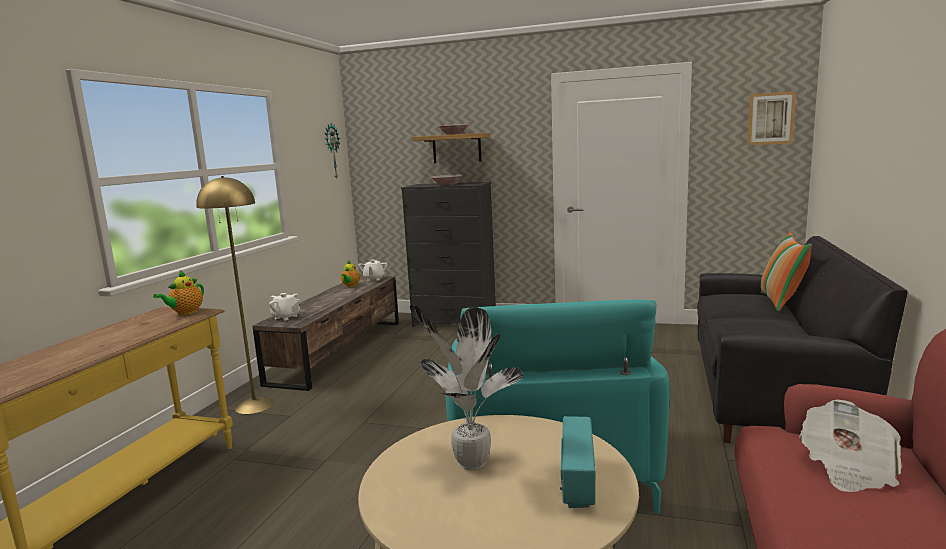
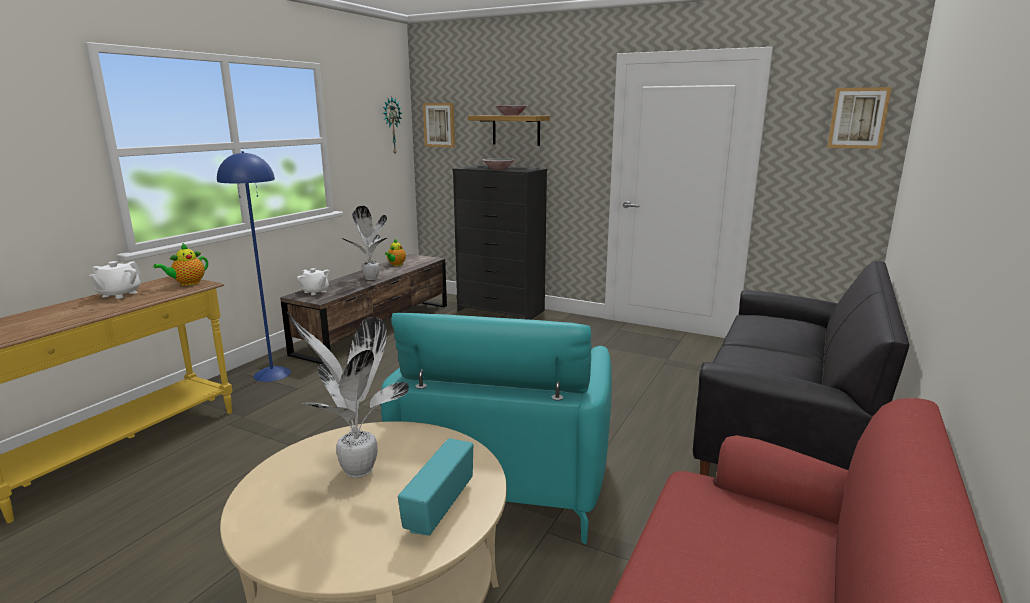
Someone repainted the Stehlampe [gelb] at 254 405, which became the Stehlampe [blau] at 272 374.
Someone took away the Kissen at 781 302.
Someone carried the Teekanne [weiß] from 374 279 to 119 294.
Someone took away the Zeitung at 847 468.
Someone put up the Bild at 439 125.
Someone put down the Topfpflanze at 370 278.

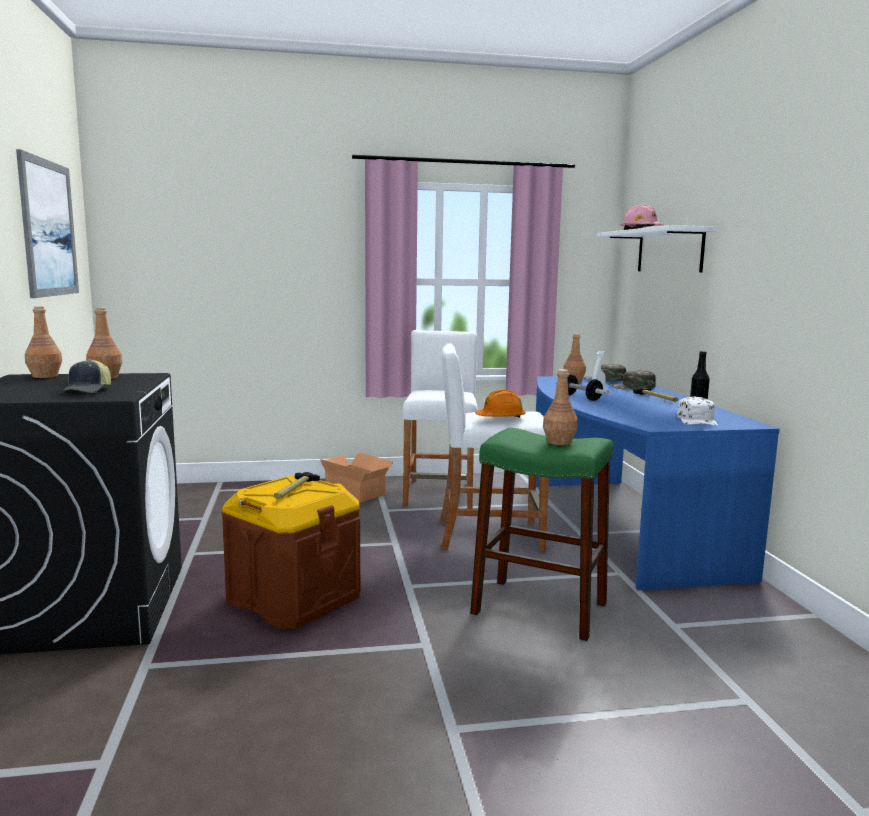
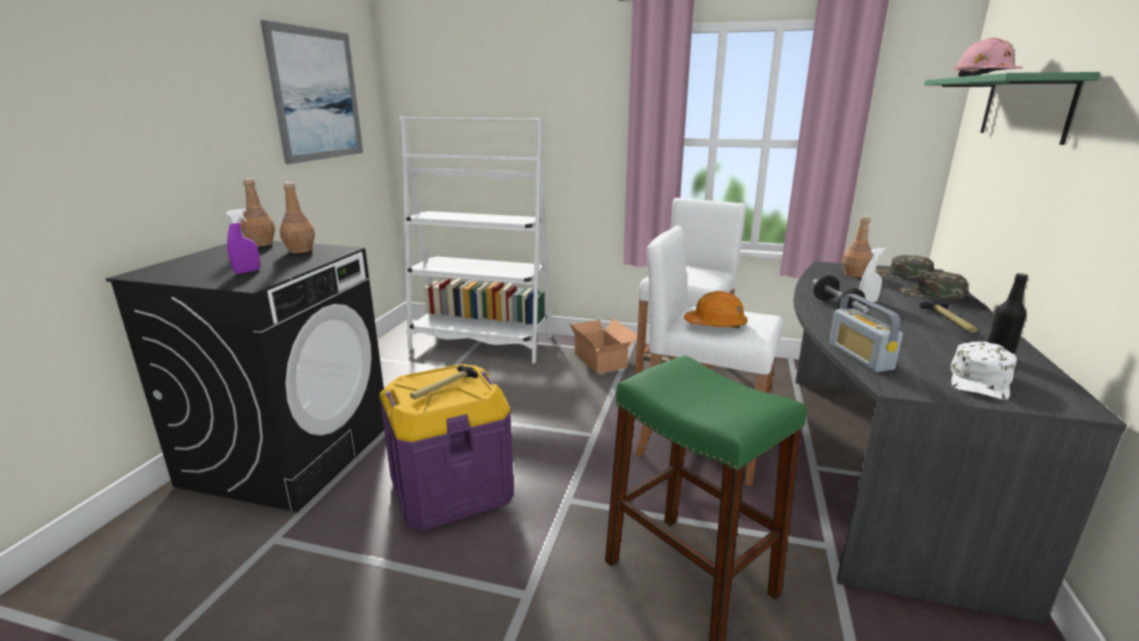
Someone repainted the Wandregal [weiß] at 669 251, which became the Wandregal [grün] at 1025 107.
Someone swapped the Kappe at 88 391 for the Sprühflasche [lila] at 247 271.
Someone took away the Flasche [braun] at 559 442.
Someone repainted the Schreibtisch [blau] at 618 526, which became the Schreibtisch [grau] at 871 464.
Someone repainted the Aufbewahrungsbox [braun] at 293 598, which became the Aufbewahrungsbox [lila] at 450 487.
Someone put down the Bücherregal [weiß] at 482 343.
Someone put down the Radio at 860 356.

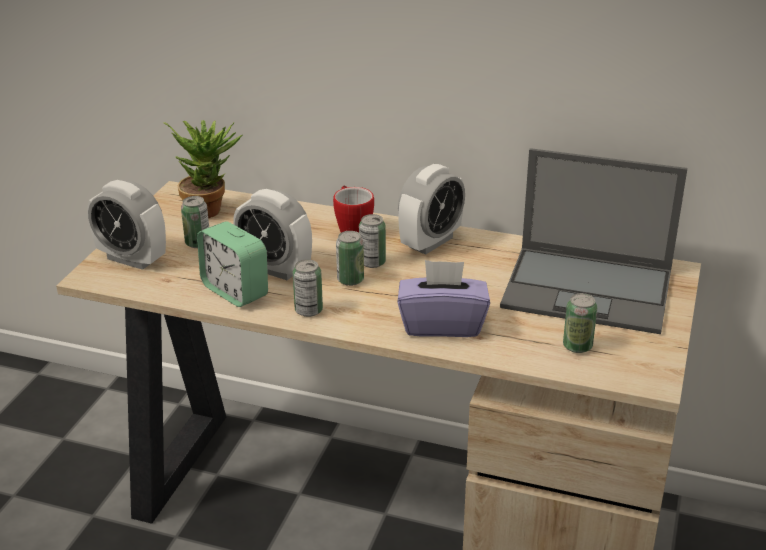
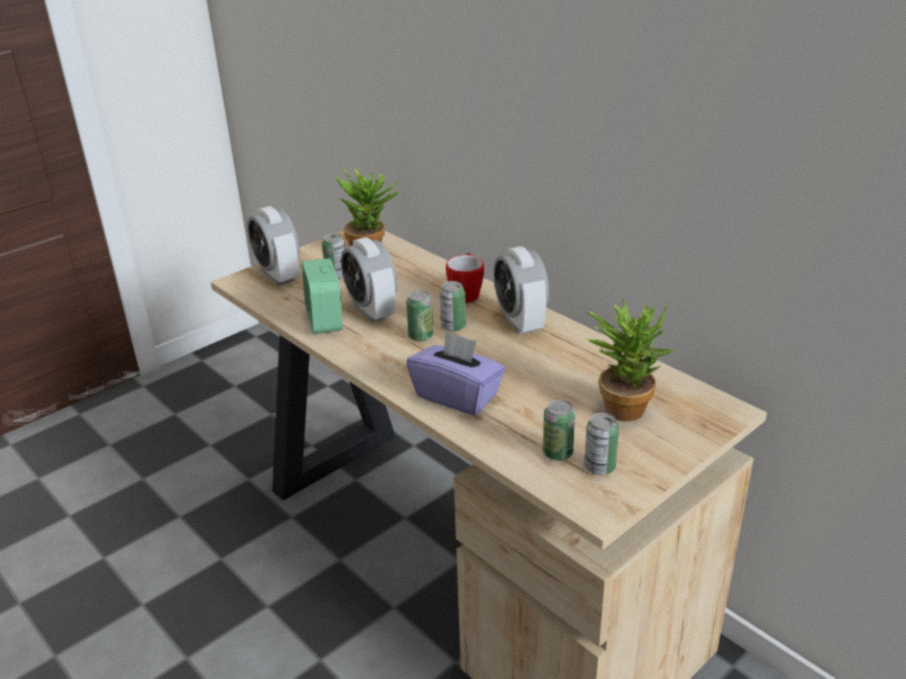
Someone swapped the Laptop at 589 289 for the Topfpflanze at 623 405.
Someone rotated the Wecker at 430 242 by 90 degrees clockwise.
Someone carried the Dose from 308 310 to 599 467.

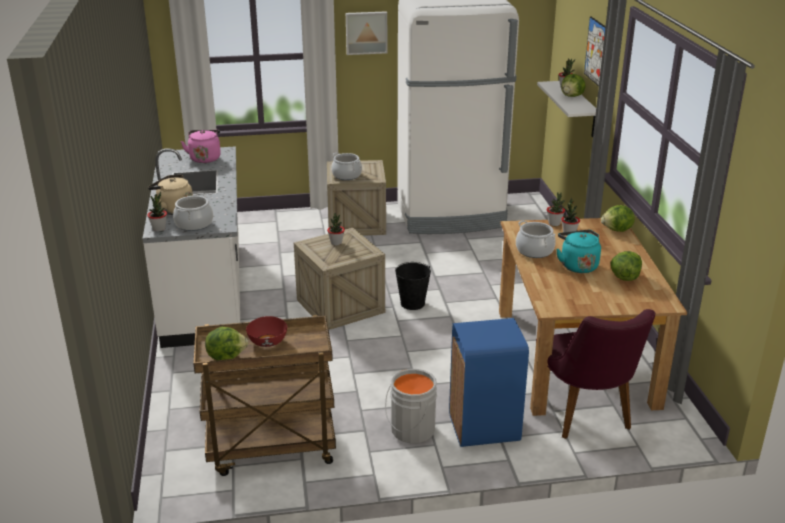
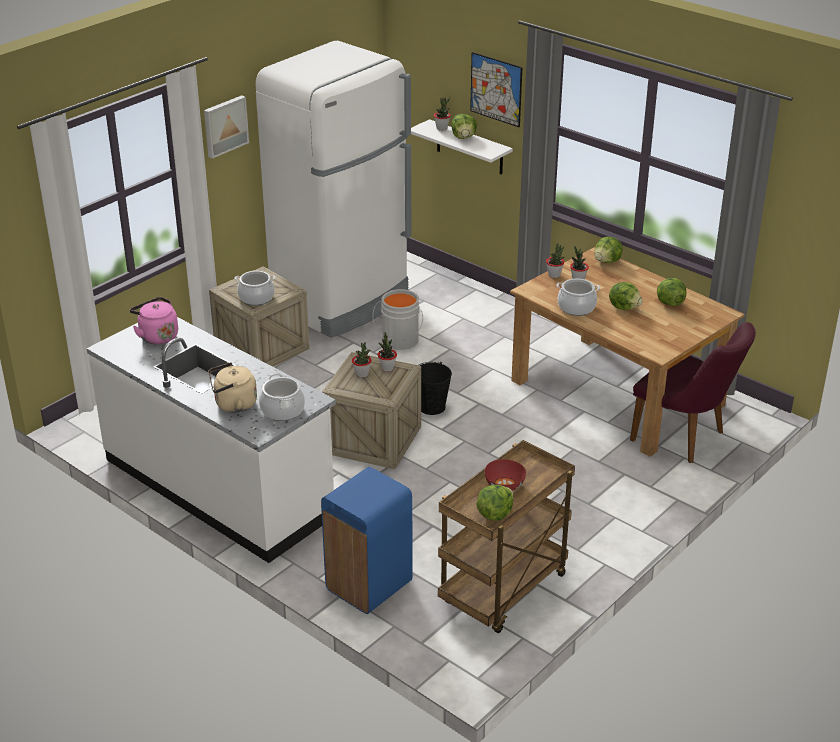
Someone carried the Topfpflanze from 159 228 to 387 368.
Someone swapped the Wasserkessel [türkis] at 577 265 for the Salatkopf at 624 307.
Someone carried the Mülleimer [blau] from 484 428 to 370 585.
Someone carried the Eimer [grau] from 410 430 to 399 341.

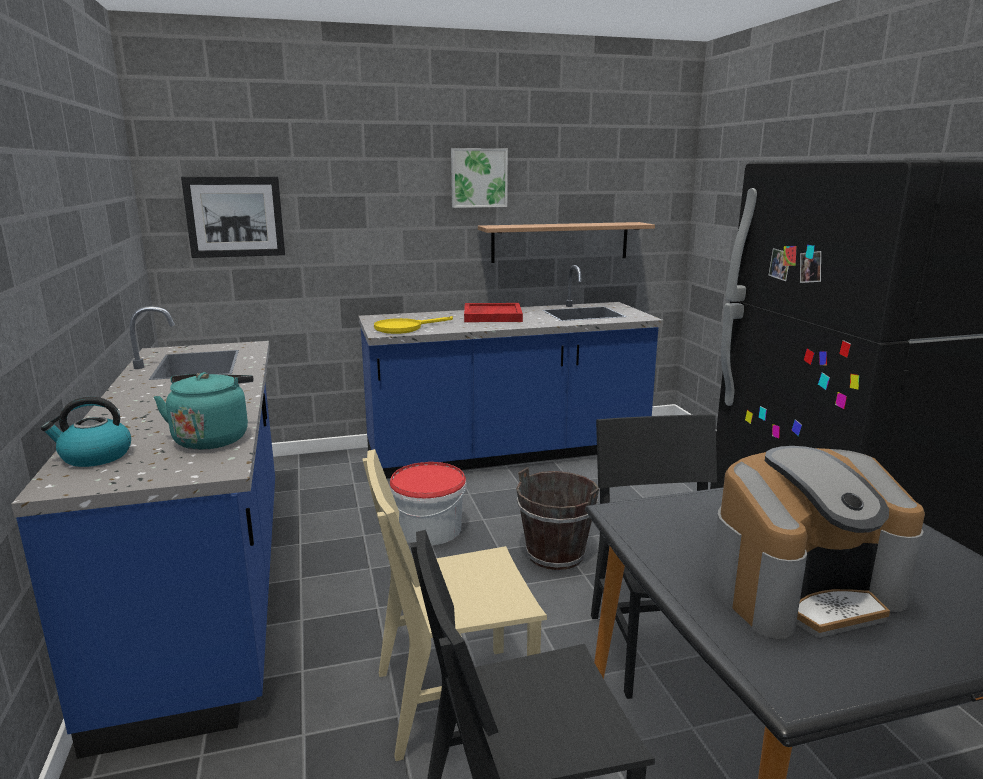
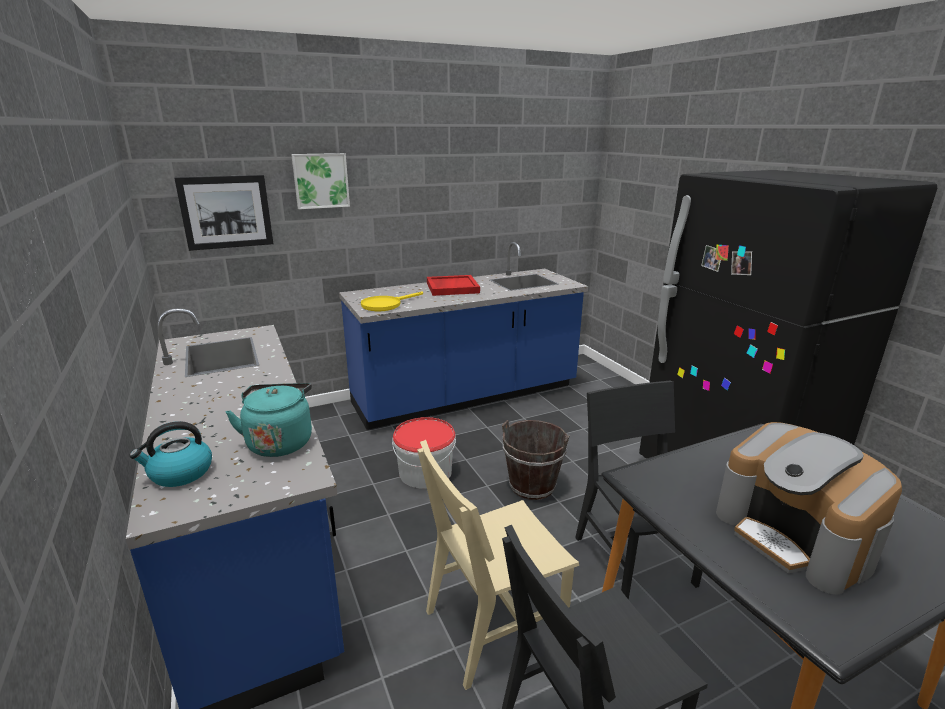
Someone carried the Bild from 478 178 to 321 180.
Someone took away the Wandregal at 560 242.
Someone rotated the Kaffeemaschine at 802 589 by 90 degrees clockwise.

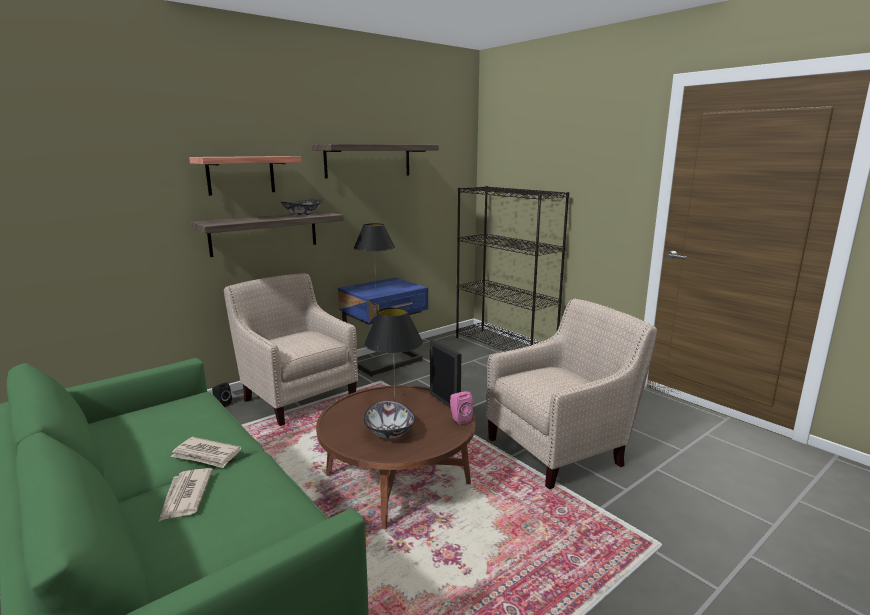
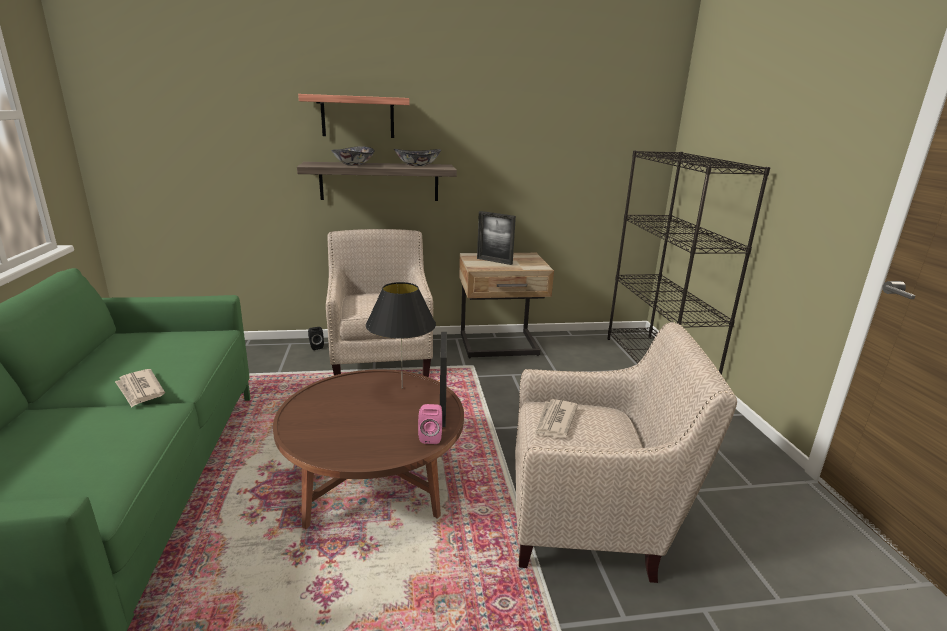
Someone took away the Wandregal at 368 160.
Someone swapped the Tischlampe [schwarz] at 375 289 for the Bilderrahmen at 494 261.
Someone repainted the Nachttisch [blau] at 385 362, which became the Nachttisch [beige] at 500 346.
Someone carried the Schüssel from 390 432 to 354 164.
Someone carried the Zeitung from 185 496 to 555 421.

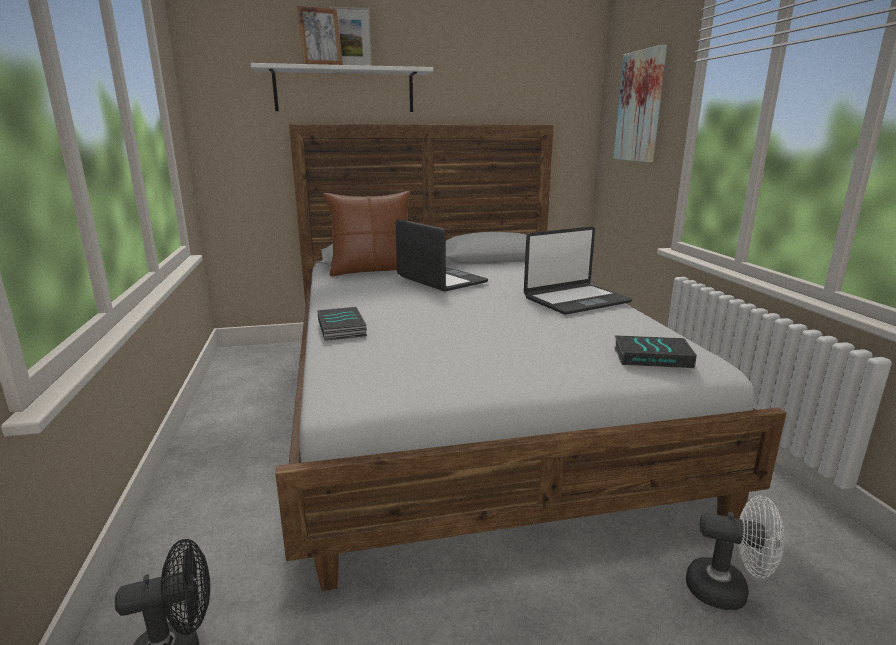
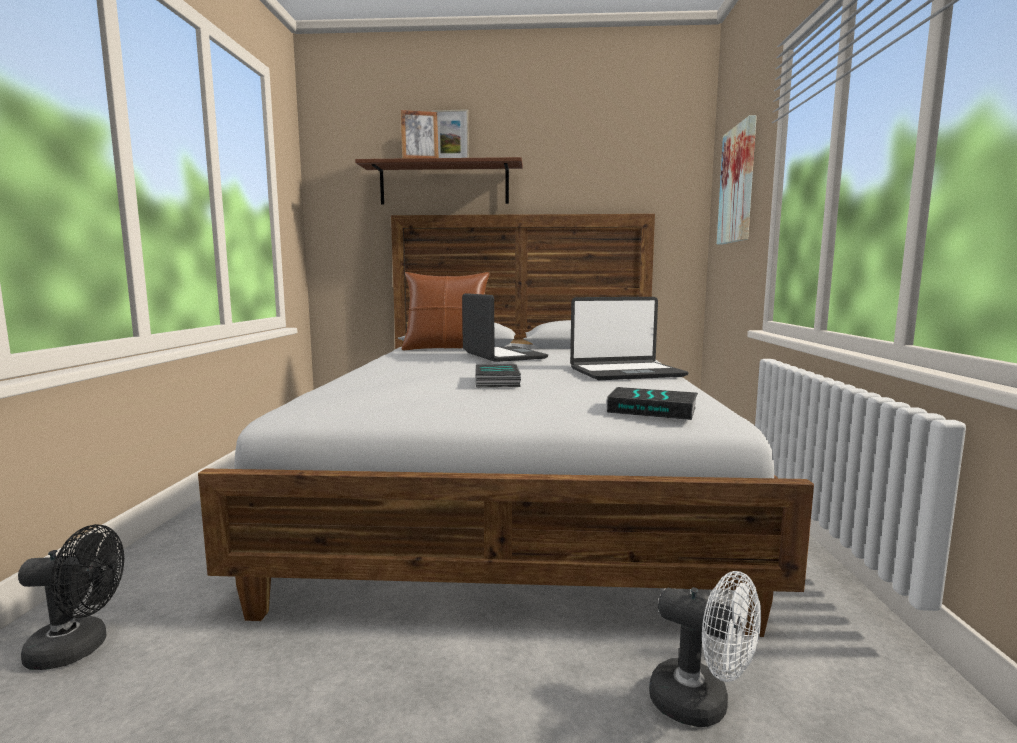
Someone repainted the Wandregal [weiß] at 344 90, which became the Wandregal [braun] at 444 185.
Someone carried the Buch from 343 328 to 498 381.

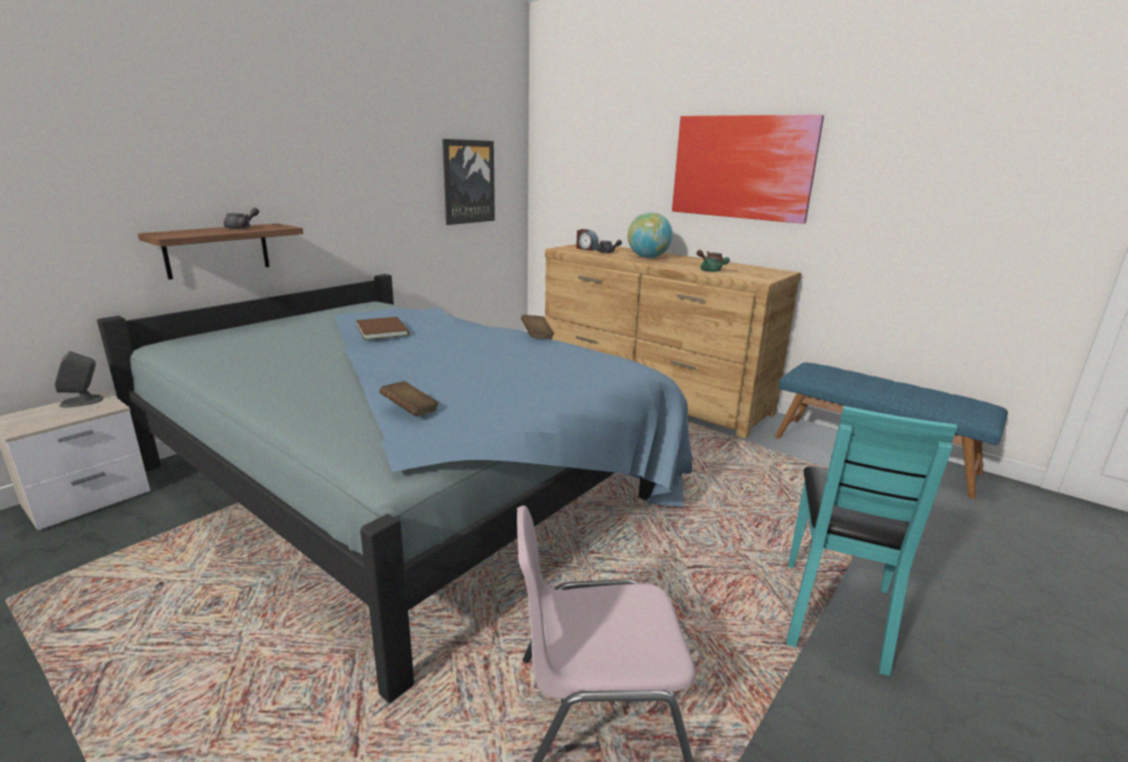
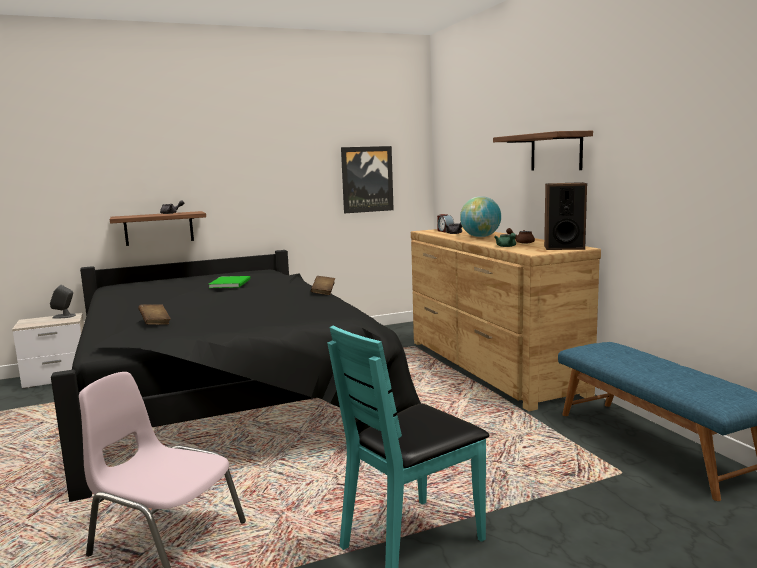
Someone swapped the Bild at 742 167 for the Wandregal at 556 152.
Someone repainted the Bett [blau] at 413 480, which became the Bett [schwarz] at 228 397.
Someone repainted the Buch [braun] at 383 329, which became the Buch [grün] at 231 283.
Someone put down the Lautsprecher at 563 247.

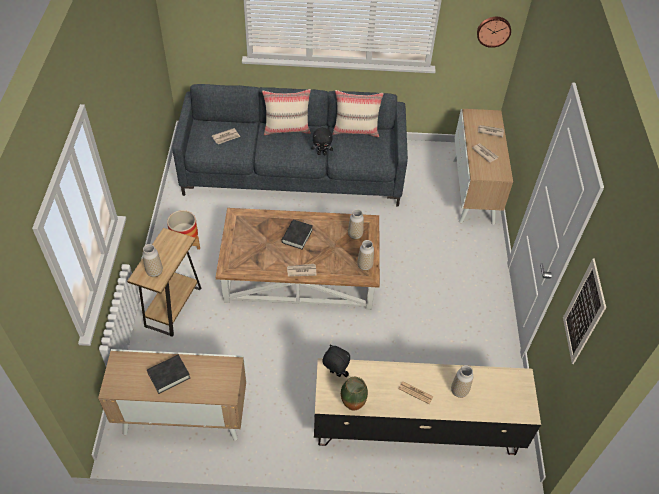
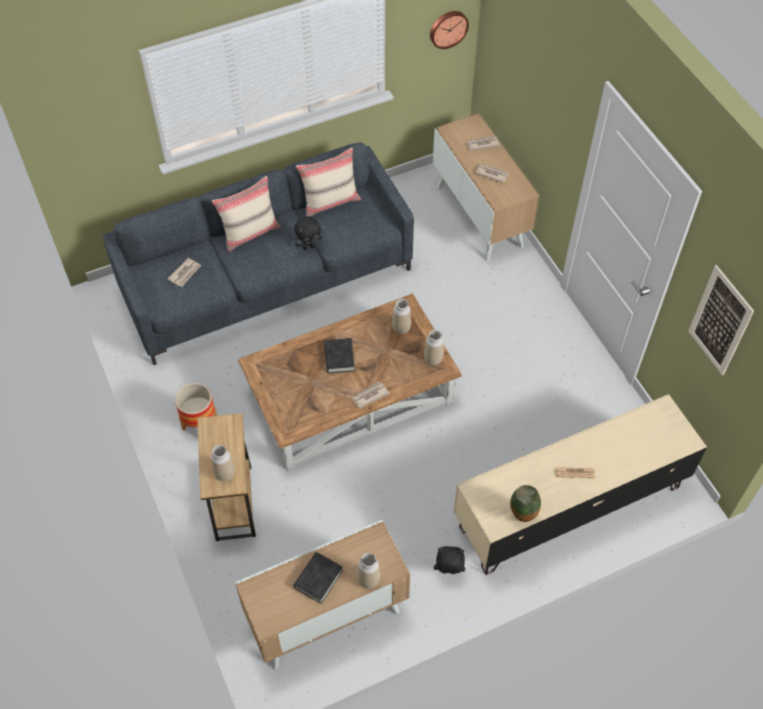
Someone carried the Plüschtier [schwarz] from 335 373 to 448 572.
Someone carried the Vase from 459 391 to 368 580.

